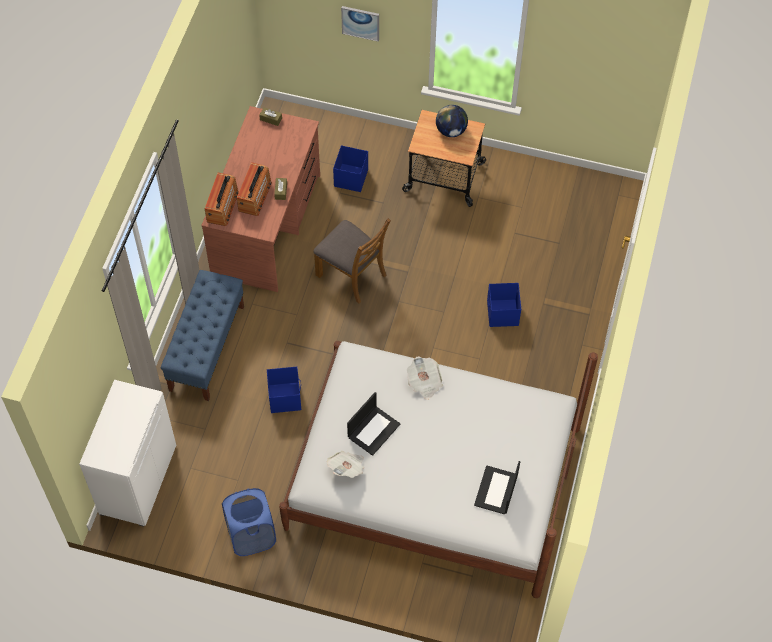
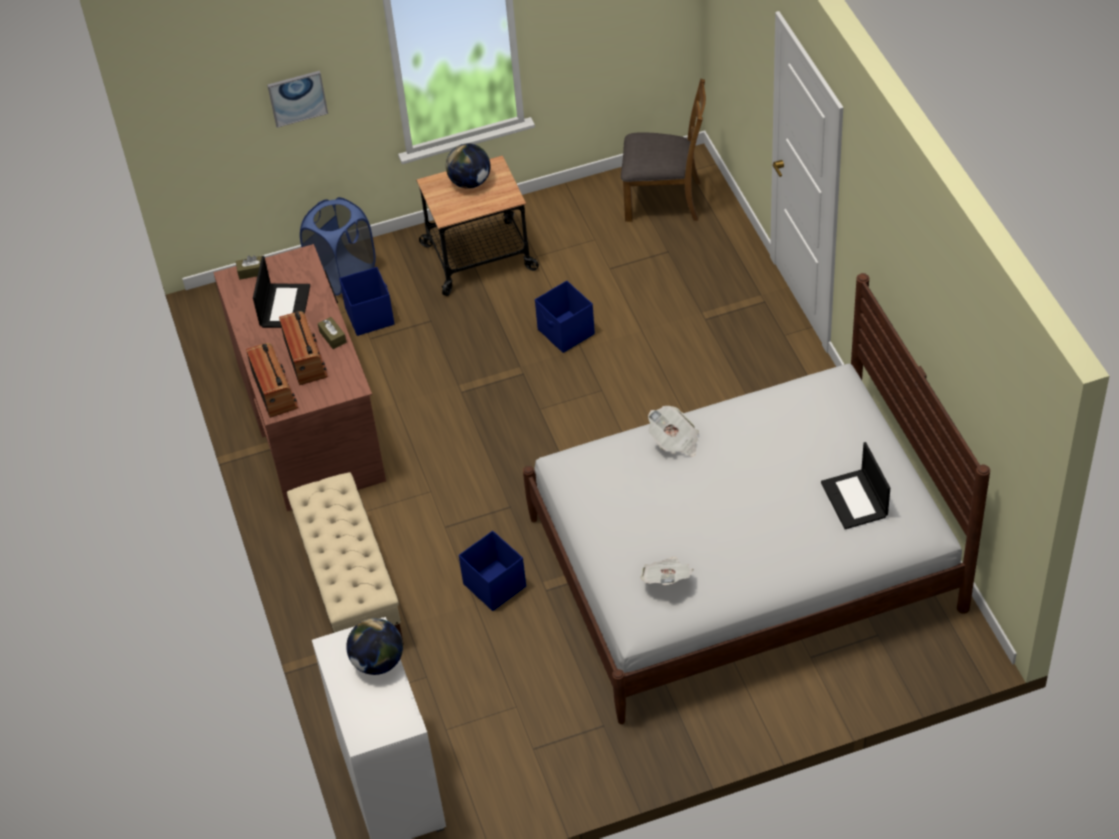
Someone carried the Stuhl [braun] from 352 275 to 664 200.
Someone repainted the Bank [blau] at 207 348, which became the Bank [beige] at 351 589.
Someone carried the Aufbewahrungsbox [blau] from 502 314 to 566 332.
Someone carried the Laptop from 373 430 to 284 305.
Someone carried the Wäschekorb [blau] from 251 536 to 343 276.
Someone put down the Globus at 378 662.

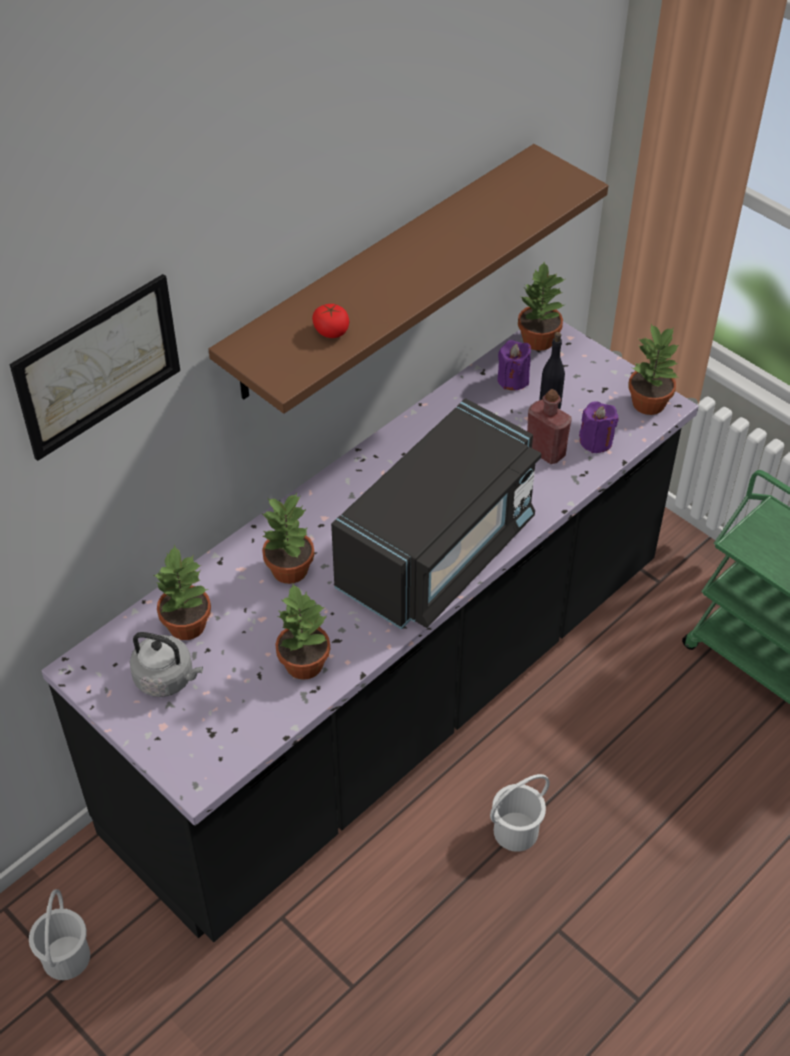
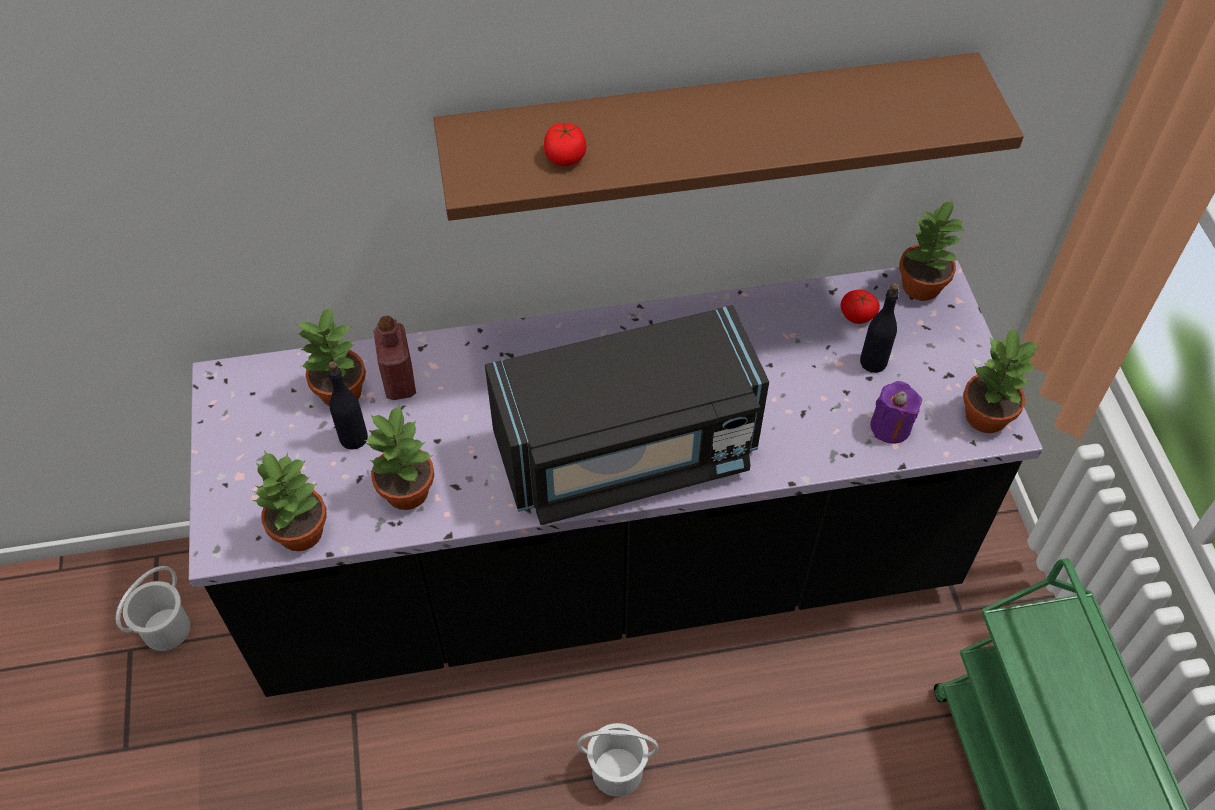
Someone took away the Bild at 98 366.
Someone swapped the Kerze [lila] at 513 380 for the Tomate at 857 315.
Someone carried the Flasche [rot] from 545 451 to 399 382.
Someone carried the Topfpflanze from 290 570 to 301 533.
Someone took away the Wasserkessel [grau] at 167 678.
Someone put down the Flasche [schwarz] at 354 437.

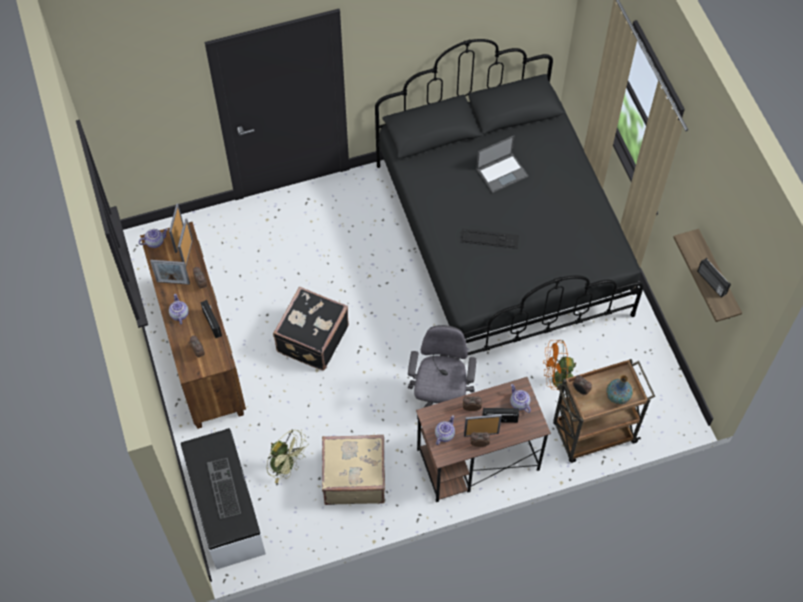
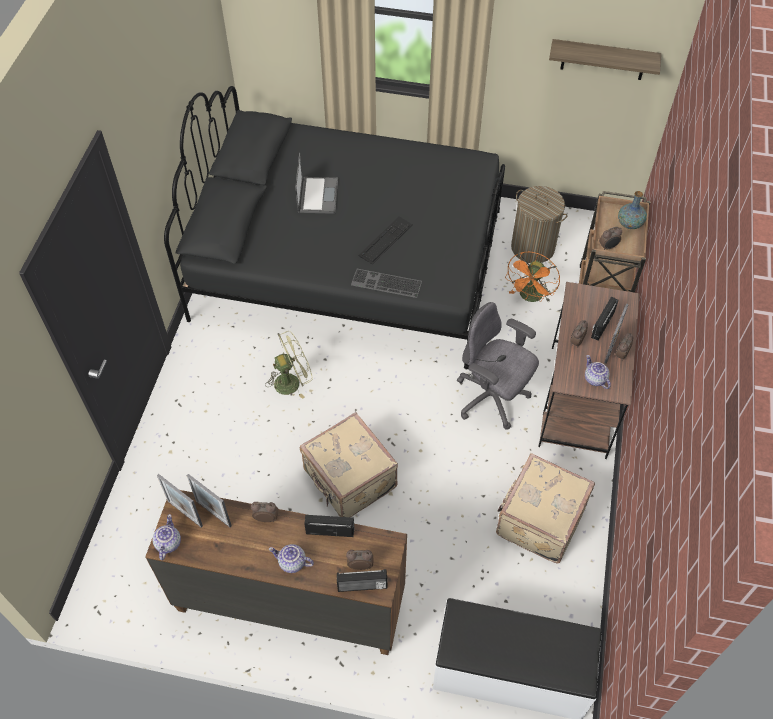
Someone carried the Radio from 711 283 to 362 586.
Someone took away the Bilderrahmen at 173 282.
Someone repainted the Koffer [schwarz] at 311 339, which became the Koffer [beige] at 349 480.
Someone took away the Teekanne at 519 403.
Someone carried the Ventilator [grün] from 287 465 to 292 381.
Someone carried the Tastatur from 222 487 to 385 284.
Someone put down the Wäschekorb at 533 247.

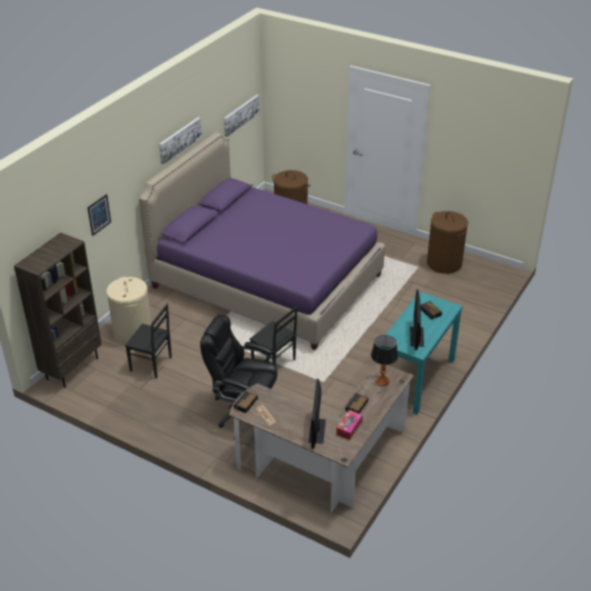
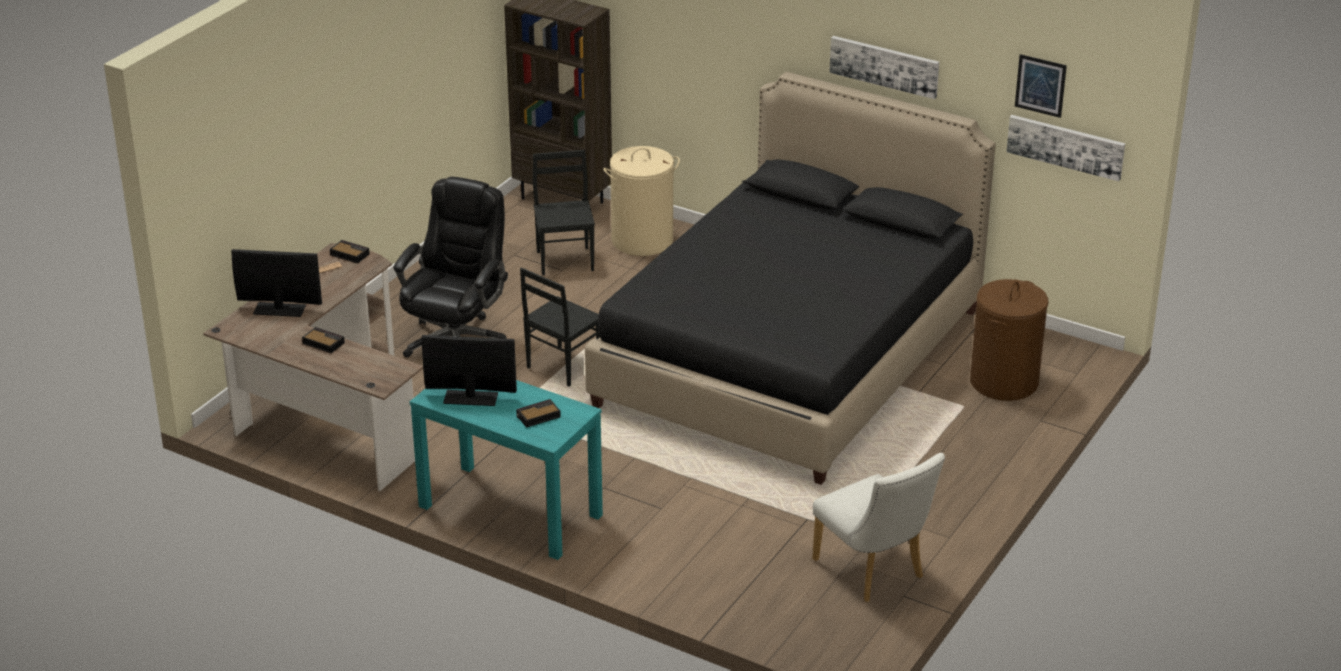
Someone repainted the Bett [lila] at 267 281, which became the Bett [schwarz] at 790 357.
Someone carried the Bild from 99 214 to 1040 85.
Someone swapped the Wäschekorb [braun] at 444 263 for the Stuhl [weiß] at 874 573.
Someone rotated the Stuhl [schwarz] at 151 365 by 150 degrees clockwise.
Someone took away the Tischlampe at 382 381.
Someone took away the Taschentuchbox at 349 428.

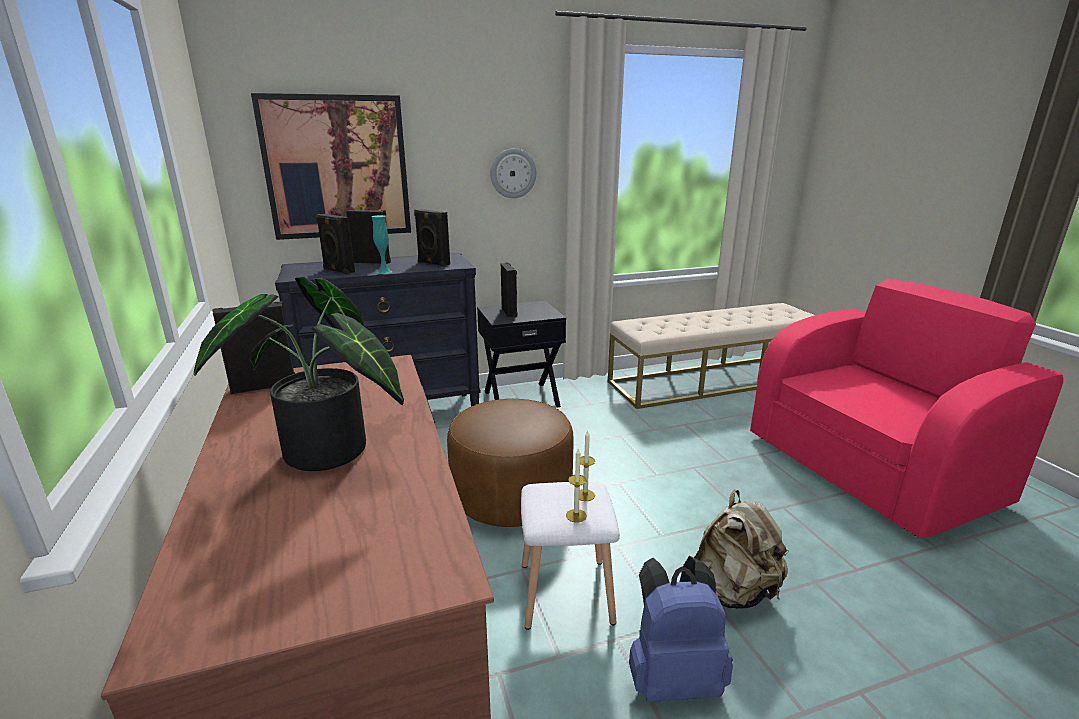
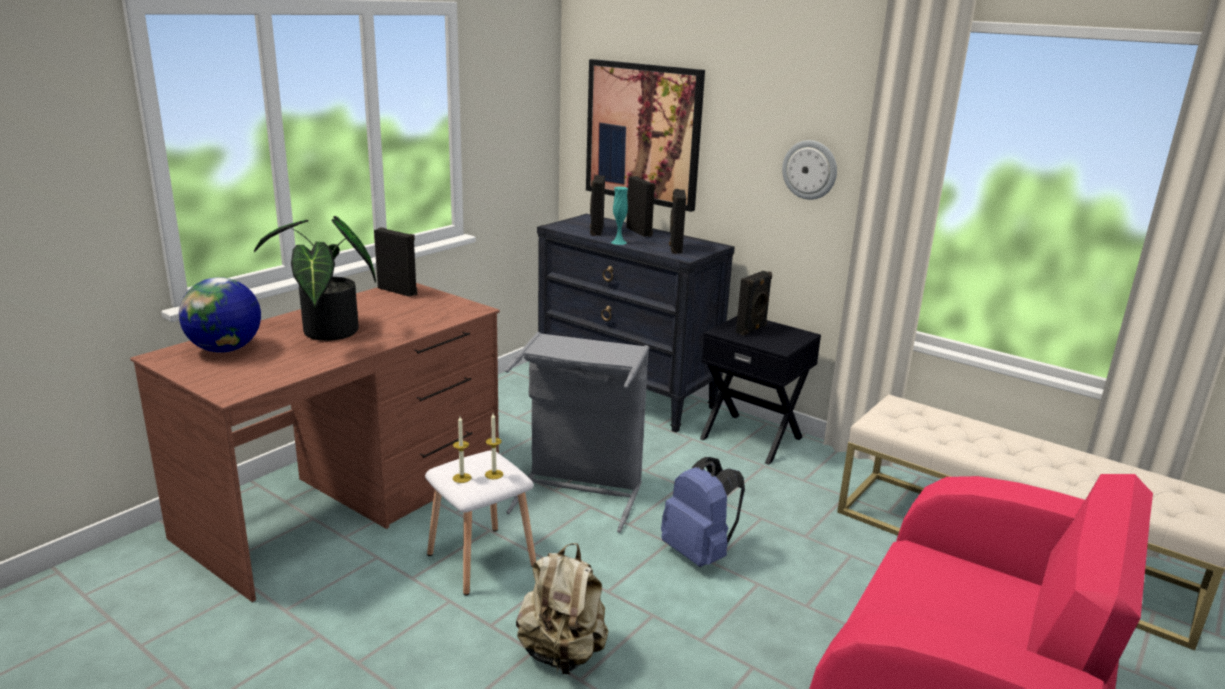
Someone swapped the Polsterhocker [braun] at 511 495 for the Wäschekorb [grau] at 580 491.
Someone carried the Rucksack [blau] from 672 677 to 699 553.
Someone put down the Globus at 225 349.

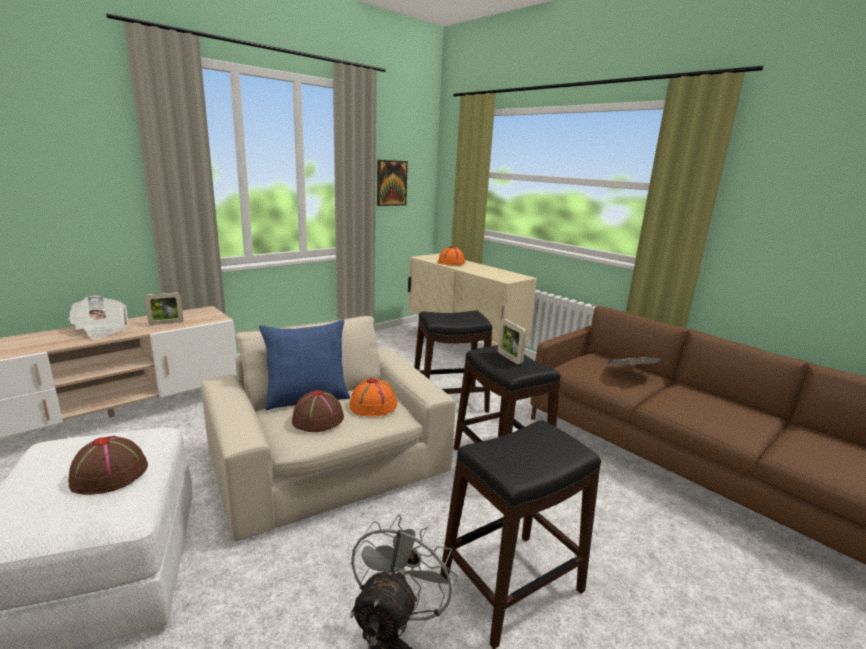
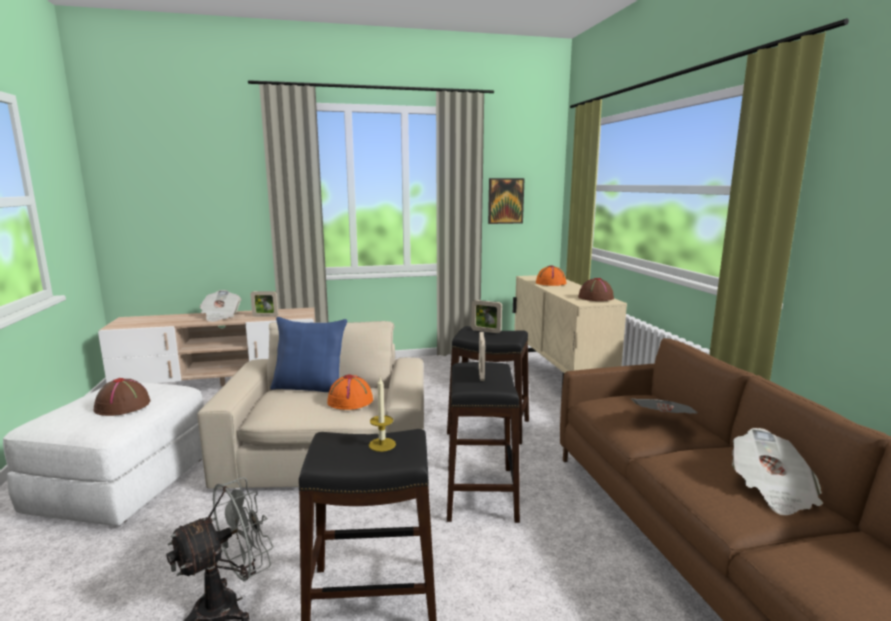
Someone carried the Hut [braun] from 317 419 to 595 298.
Someone put down the Bilderrahmen at 486 331.
Someone put down the Kerze at 382 444.
Someone put down the Zeitung at 772 491.

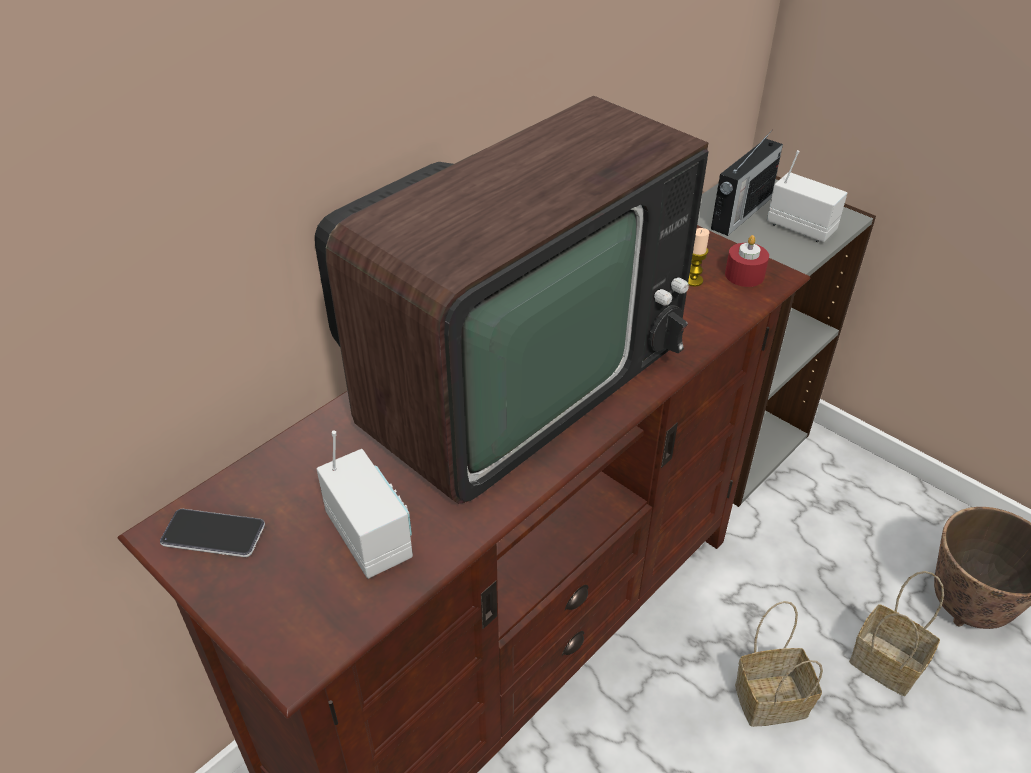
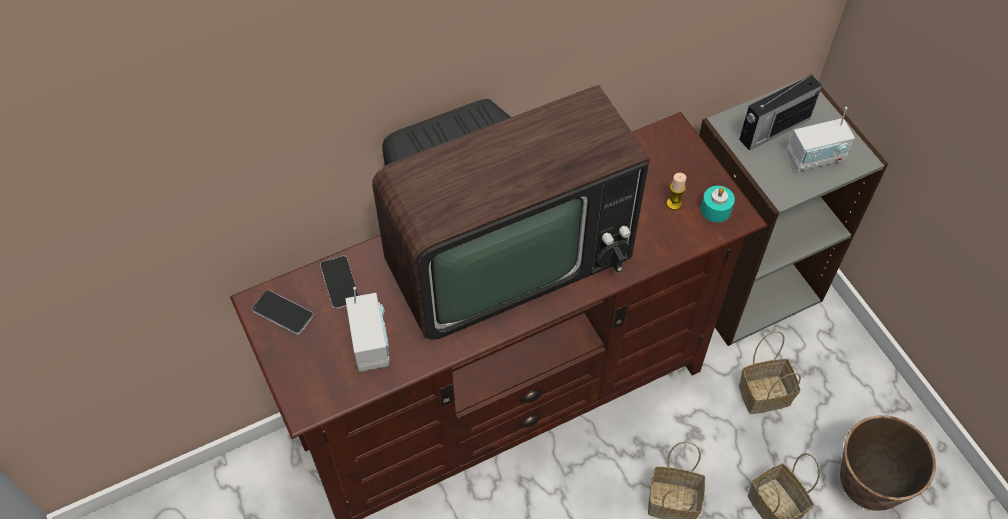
Someone rotated the Radio at 801 227 by 105 degrees clockwise.
Someone repainted the Kerze [rot] at 744 275, which became the Kerze [türkis] at 715 209.
Someone put down the Handy at 340 282.
Someone put down the Korb at 765 393.

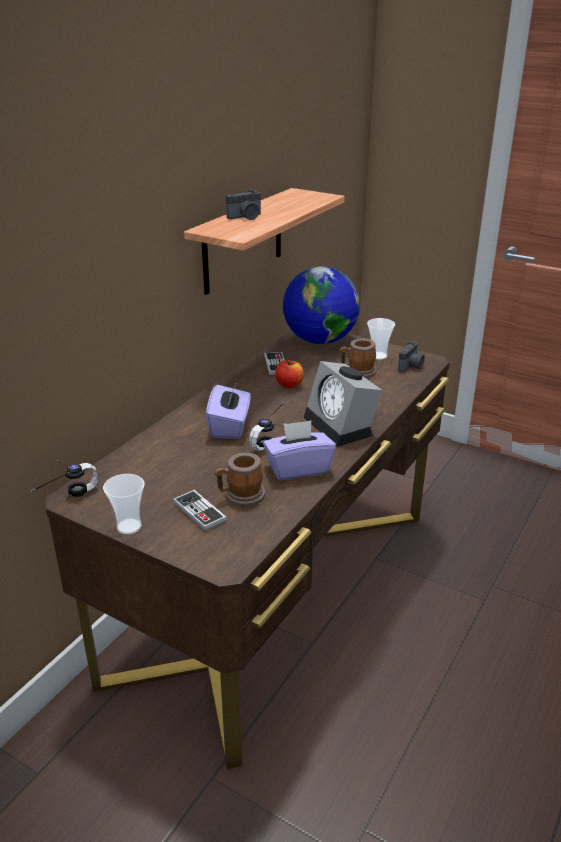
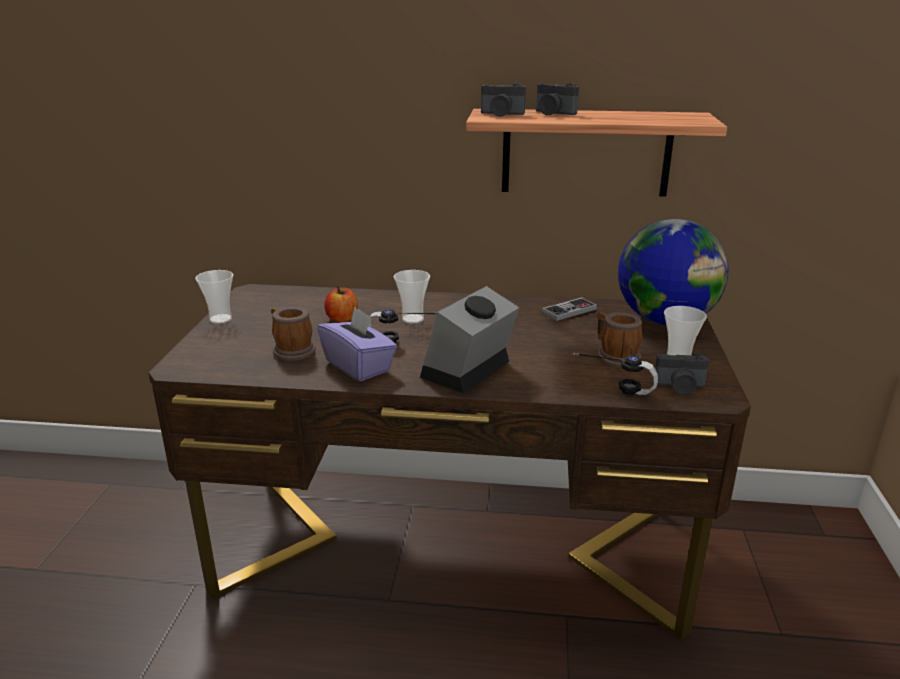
Someone carried the Apfel from 289 385 to 342 319.
Someone swapped the Taschentuchbox [lila] at 230 426 for the Tasse at 412 319.
Someone carried the Kopfhörer from 64 495 to 616 385.
Someone took away the Gamepad at 199 512.
Someone put down the Kamera at 501 114.

